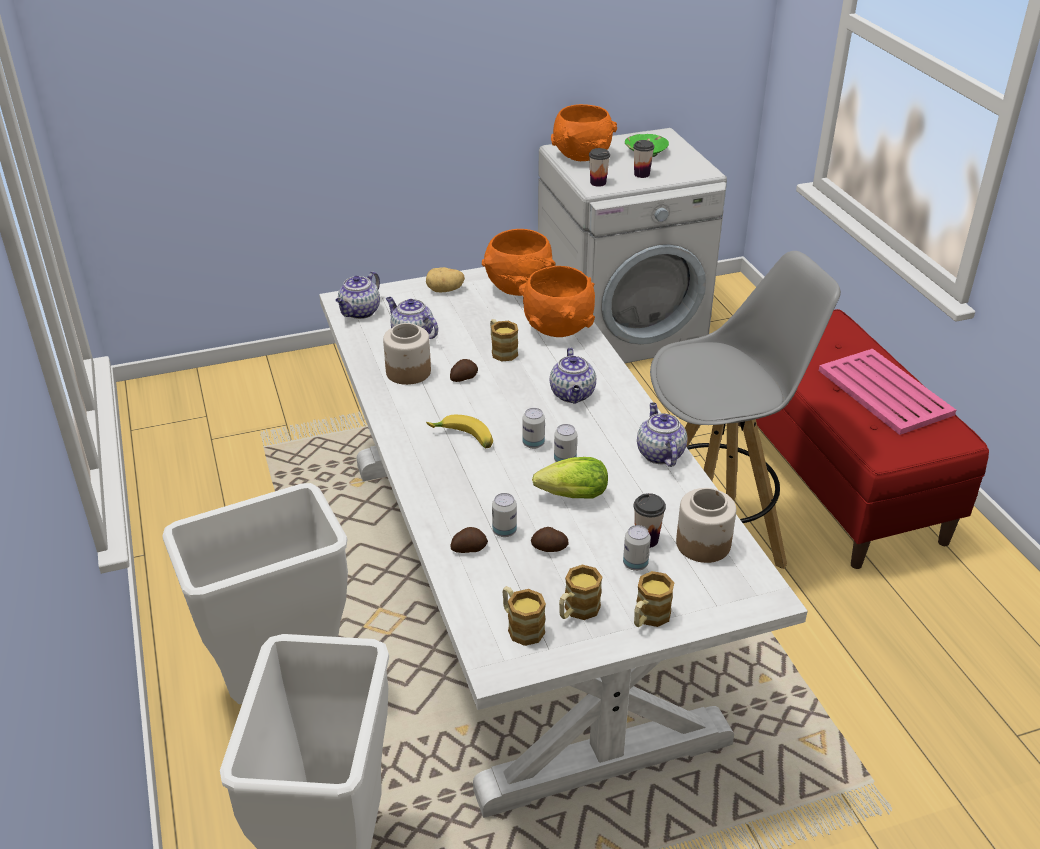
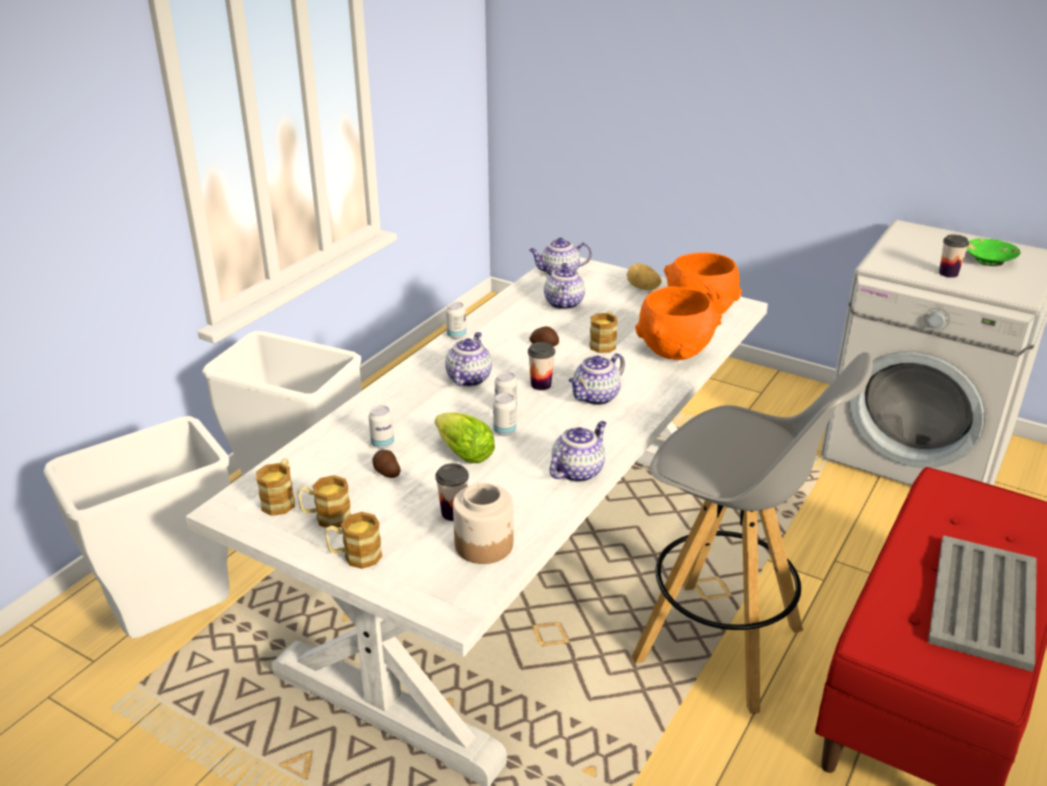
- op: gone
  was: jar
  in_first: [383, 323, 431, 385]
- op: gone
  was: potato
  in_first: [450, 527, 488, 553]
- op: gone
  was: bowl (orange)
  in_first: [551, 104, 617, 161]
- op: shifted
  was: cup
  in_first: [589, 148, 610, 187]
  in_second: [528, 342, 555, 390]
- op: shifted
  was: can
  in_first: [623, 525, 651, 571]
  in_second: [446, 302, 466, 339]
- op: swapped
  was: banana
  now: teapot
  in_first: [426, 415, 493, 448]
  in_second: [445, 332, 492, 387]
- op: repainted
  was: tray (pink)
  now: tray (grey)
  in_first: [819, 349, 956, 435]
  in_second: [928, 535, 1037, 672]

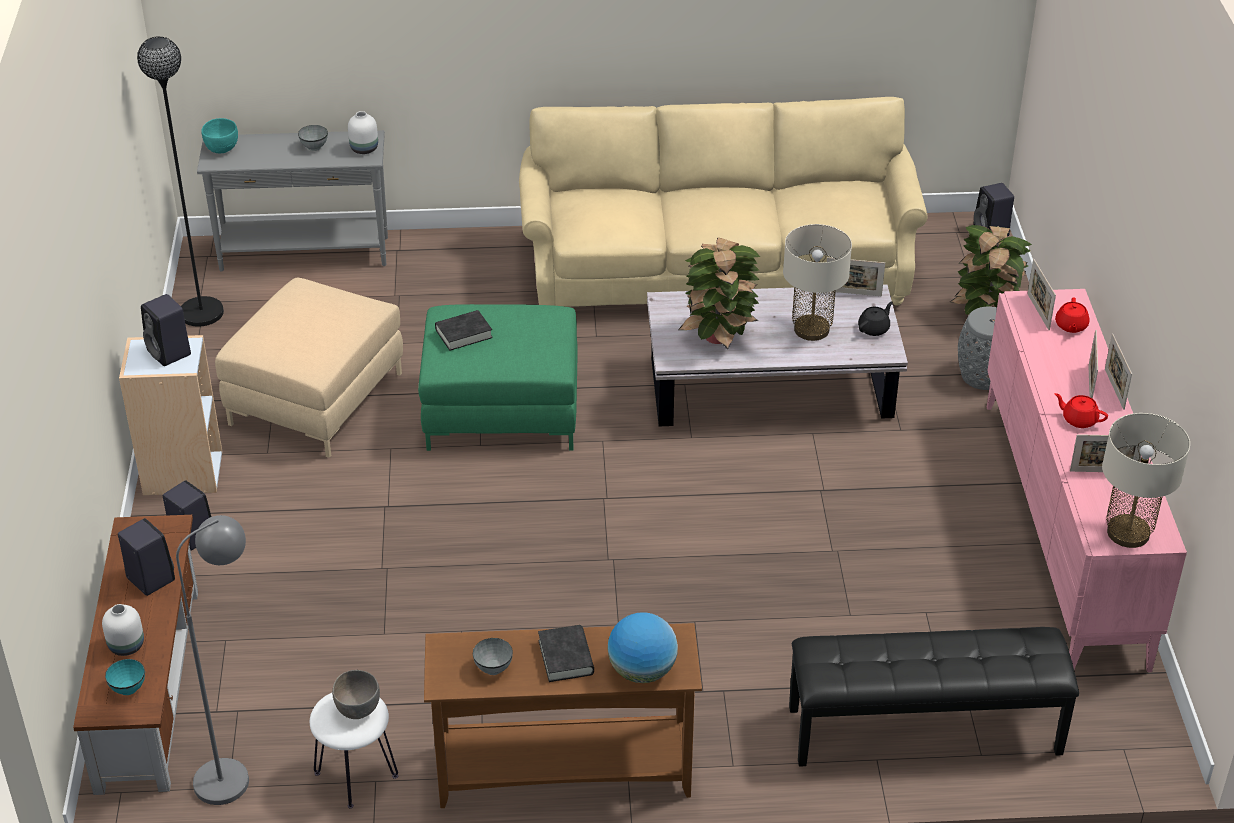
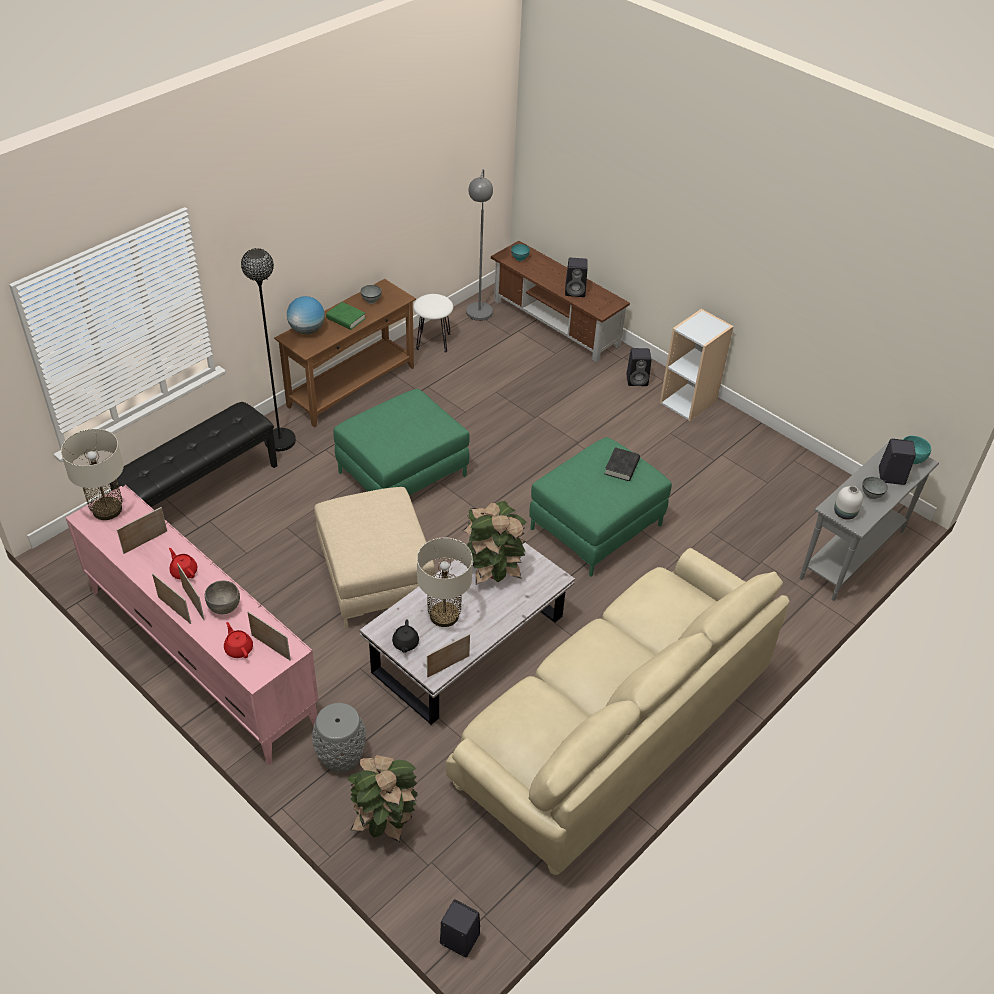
- op: gone
  was: vase (white)
  in_first: [102, 604, 144, 656]
- op: new
  now: ottoman (green)
  in_second: [333, 389, 470, 495]
- op: shifted
  was: floor lamp (black)
  in_first: [137, 36, 224, 327]
  in_second: [241, 248, 296, 451]
- op: shifted
  was: speaker (black)
  in_first: [141, 294, 191, 366]
  in_second: [879, 439, 916, 485]
- op: shifted
  was: ottoman (beige)
  in_first: [215, 278, 403, 458]
  in_second: [314, 487, 435, 629]
- op: shifted
  was: bowl (grey)
  in_first: [332, 670, 380, 719]
  in_second: [205, 580, 240, 614]
- op: repainted
  was: book (black)
  now: book (green)
  in_first: [538, 625, 594, 682]
  in_second: [326, 302, 366, 330]
- op: rotated
  was: teapot (red)
  in_first: [1054, 393, 1108, 428]
  in_second: [169, 548, 197, 580]
  clockwise: -120

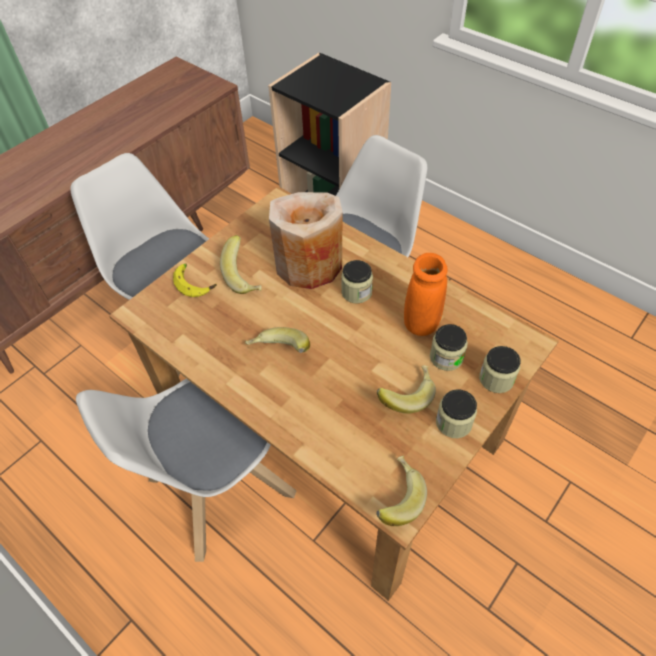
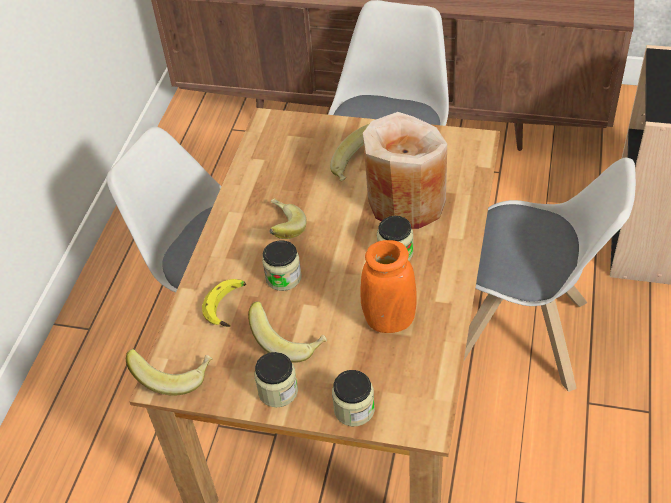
- op: shifted
  was: banana
  in_first: [173, 264, 217, 297]
  in_second: [202, 279, 246, 327]
- op: shifted
  was: jar
  in_first: [430, 324, 468, 371]
  in_second: [262, 241, 302, 291]

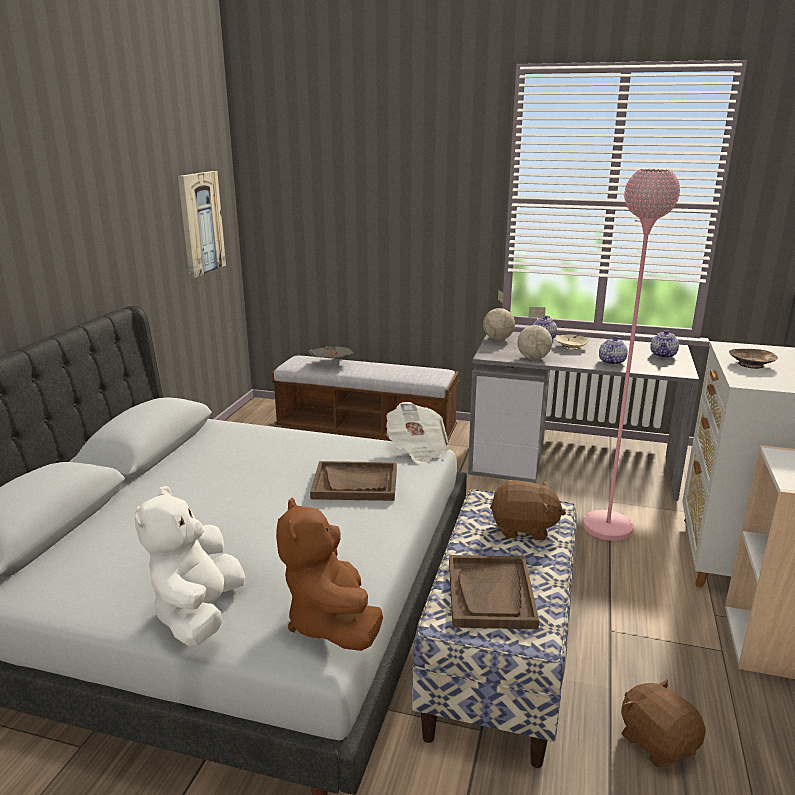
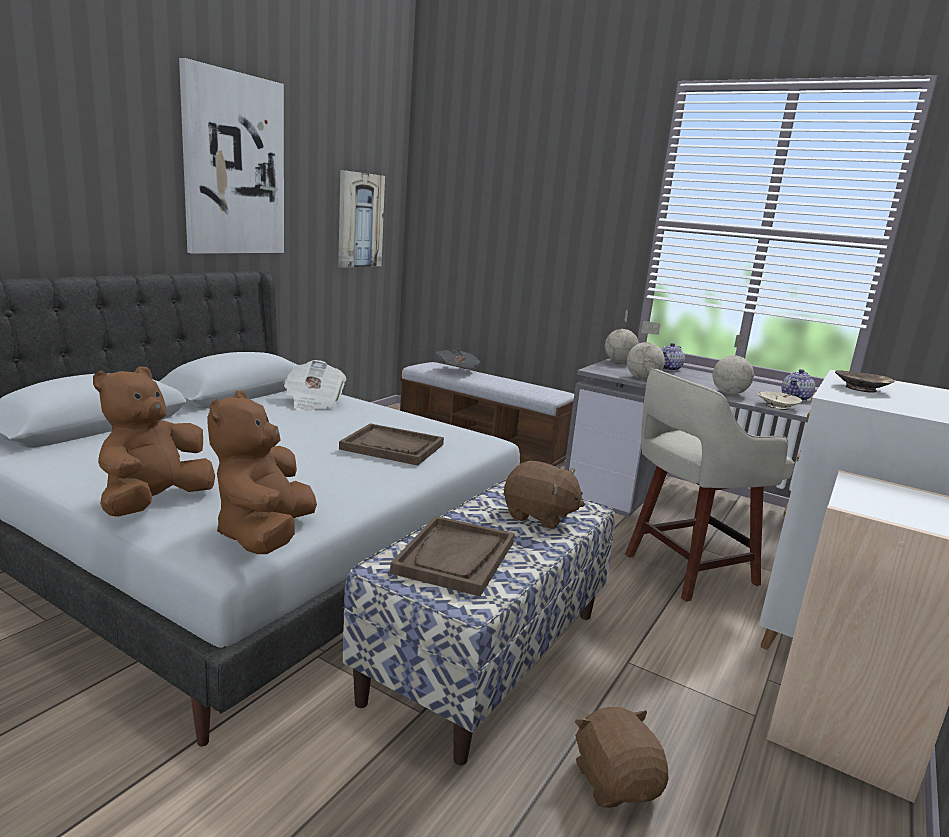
- op: new
  now: picture
  in_second: [179, 58, 284, 254]
- op: shifted
  was: newspaper
  in_first: [386, 402, 449, 464]
  in_second: [283, 360, 347, 411]
- op: shifted
  was: bowl (beige)
  in_first: [555, 334, 589, 350]
  in_second: [758, 391, 802, 410]
- op: swapped
  was: floor lamp (pink)
  now: stool (beige)
  in_first: [583, 169, 680, 541]
  in_second: [625, 369, 795, 601]
- op: swapped
  was: teapot
  now: globe
  in_first: [599, 336, 628, 365]
  in_second: [713, 334, 754, 394]
- op: repainted
  was: plush toy (white)
  now: plush toy (brown)
  in_first: [135, 486, 245, 646]
  in_second: [93, 366, 215, 517]

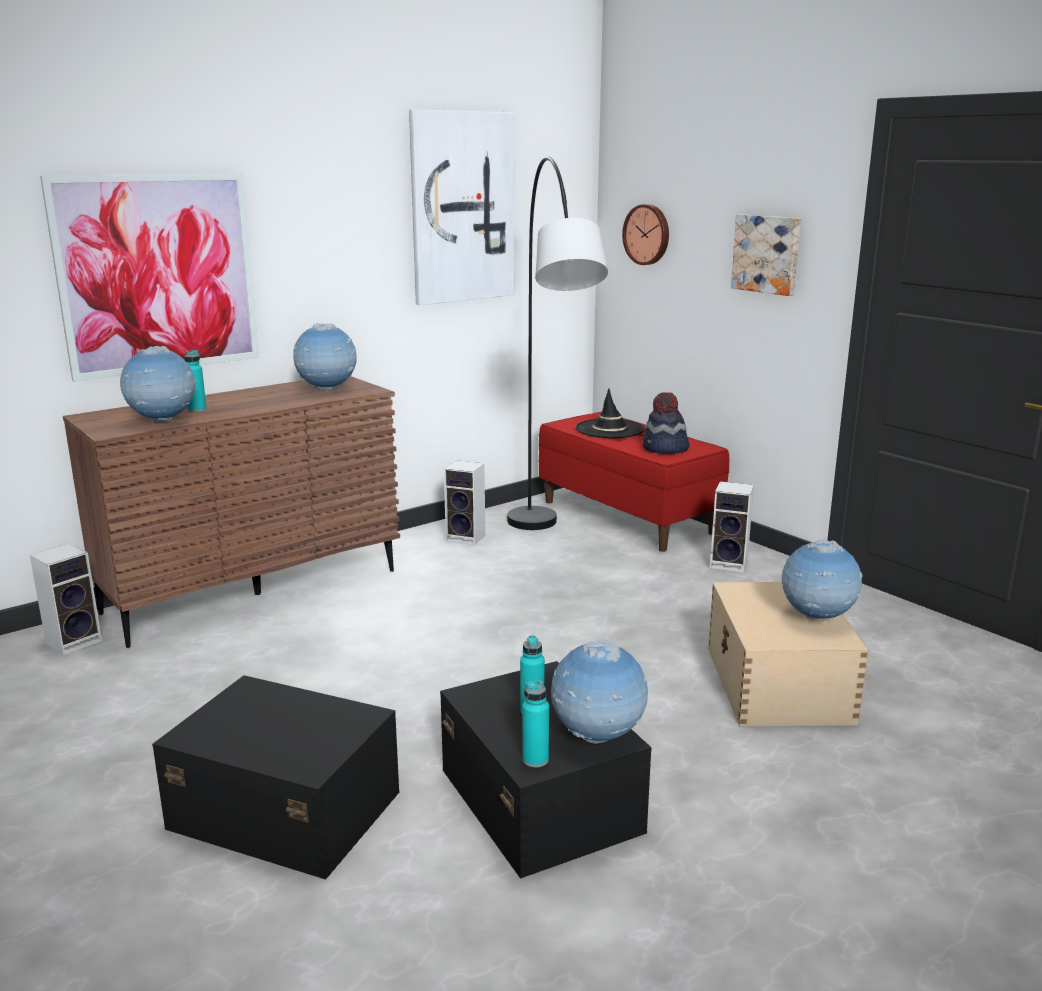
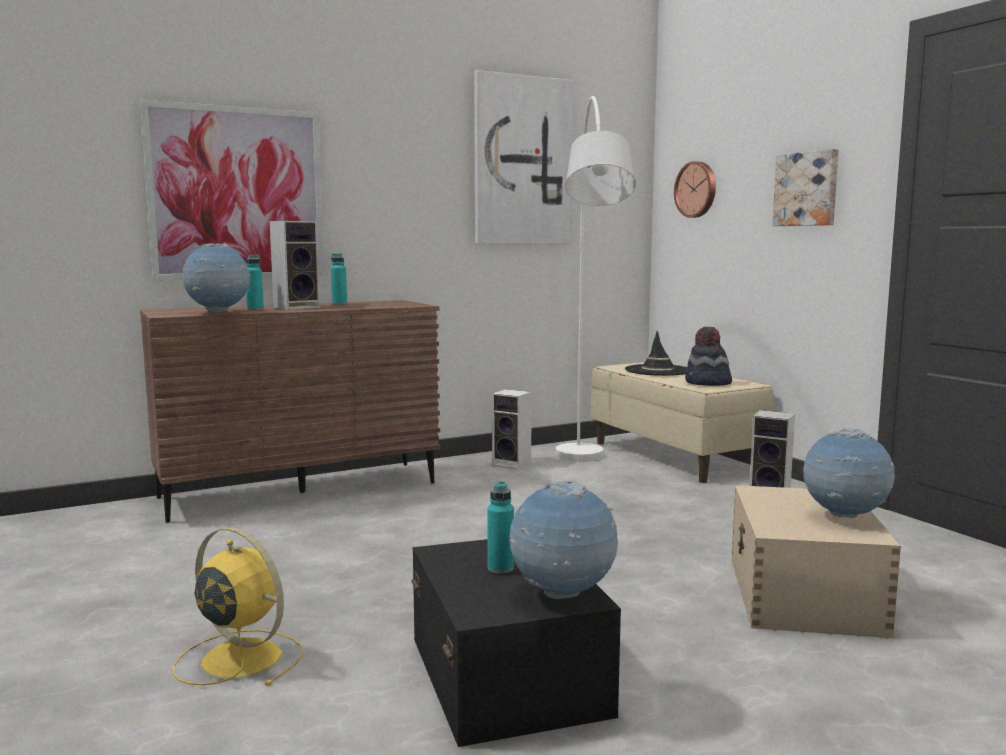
- op: gone
  was: globe
  in_first: [293, 323, 357, 391]
- op: shifted
  was: speaker
  in_first: [30, 543, 102, 655]
  in_second: [270, 220, 320, 310]
- op: shifted
  was: bottle (turquoise)
  in_first: [523, 680, 549, 767]
  in_second: [331, 253, 347, 305]
- op: swapped
  was: storage box (black)
  now: fan (yellow)
  in_first: [152, 675, 399, 880]
  in_second: [173, 527, 303, 686]
- op: repainted
  was: floor lamp (black)
  now: floor lamp (white)
  in_first: [507, 156, 608, 530]
  in_second: [556, 96, 636, 462]
- op: repainted
  was: bench (red)
  now: bench (beige)
  in_first: [538, 412, 729, 552]
  in_second: [591, 362, 774, 483]

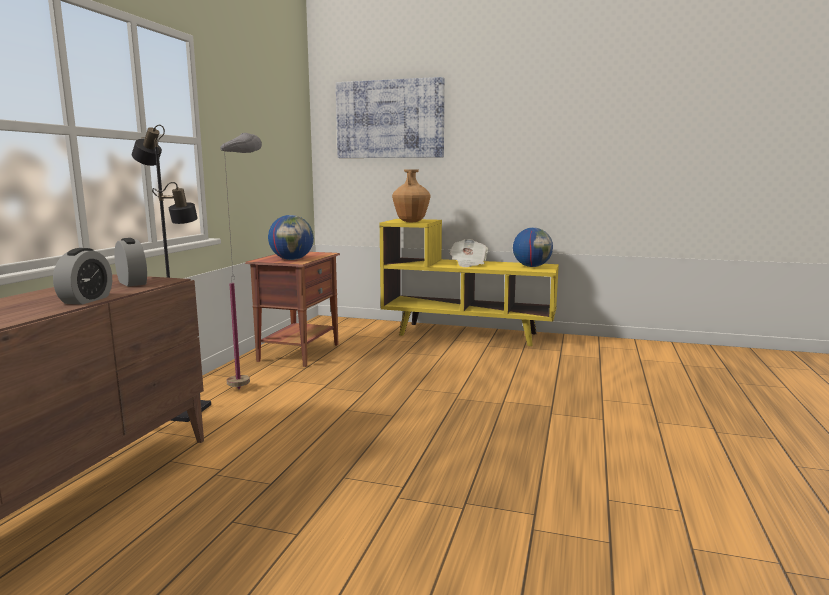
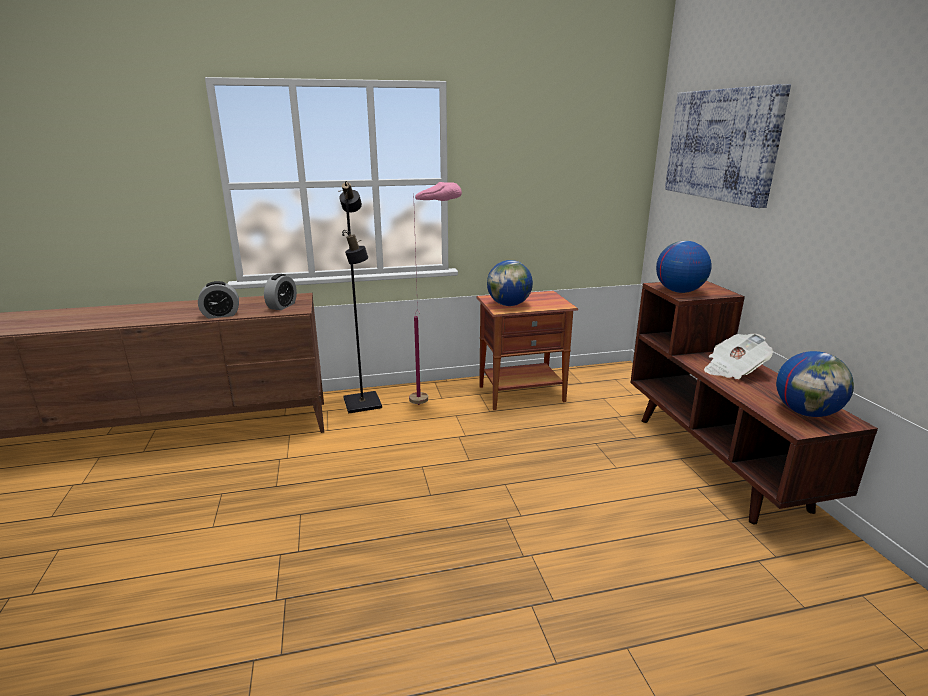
- op: swapped
  was: vase (brown)
  now: globe
  in_first: [392, 169, 430, 222]
  in_second: [656, 241, 712, 293]
- op: repainted
  was: floor lamp (grey)
  now: floor lamp (pink)
  in_first: [220, 133, 262, 389]
  in_second: [409, 182, 462, 405]
- op: repainted
  was: tv stand (yellow)
  now: tv stand (brown)
  in_first: [380, 219, 559, 346]
  in_second: [631, 281, 878, 524]

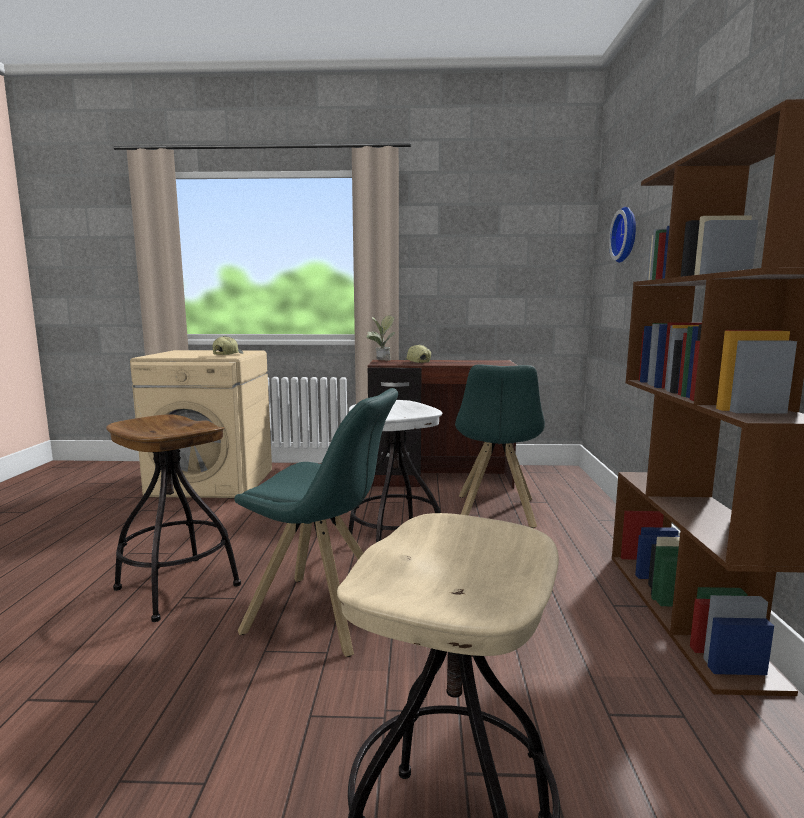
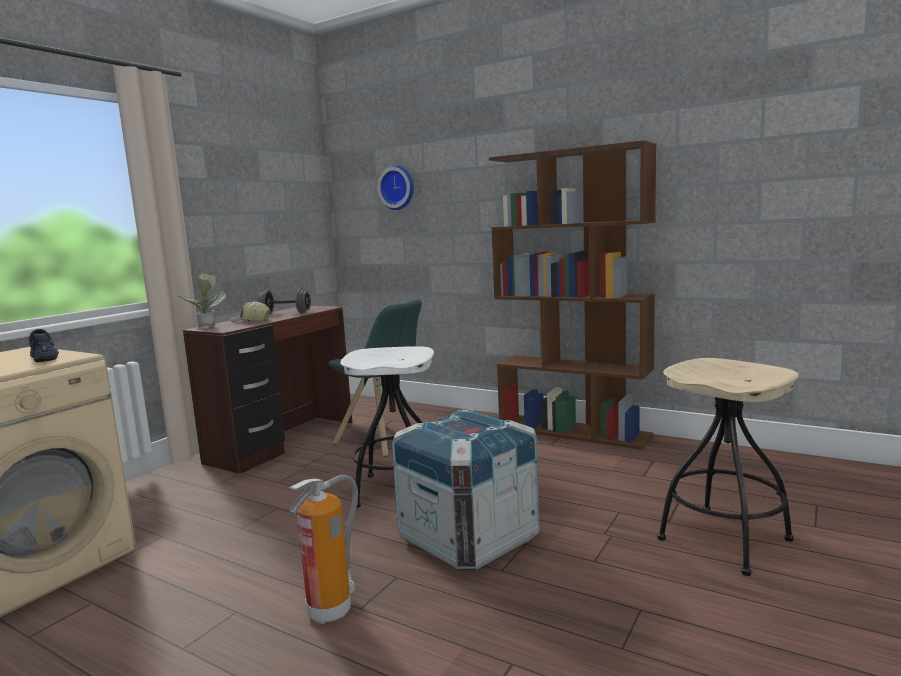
- op: new
  now: dumbbell (grey)
  in_second: [258, 289, 311, 314]
- op: swapped
  was: stool (brown)
  now: fire extinguisher
  in_first: [106, 414, 241, 622]
  in_second: [289, 475, 358, 624]
- op: swapped
  was: cap
  now: shoe
  in_first: [213, 336, 243, 355]
  in_second: [29, 329, 59, 362]
- op: swapped
  was: chair (turquoise)
  now: crate
  in_first: [234, 388, 398, 657]
  in_second: [392, 410, 540, 571]

